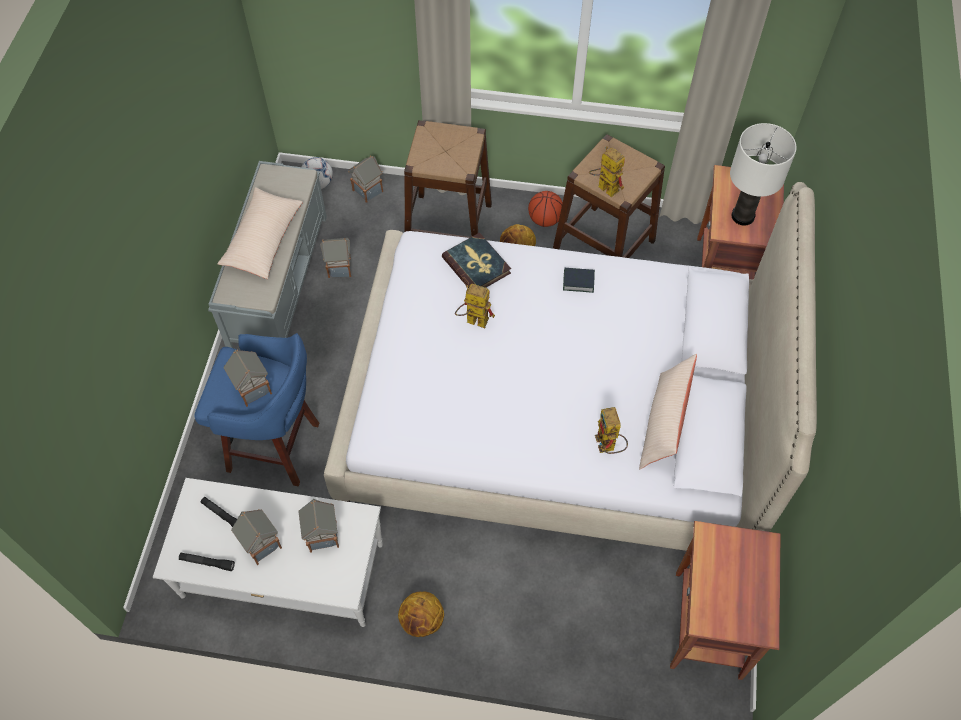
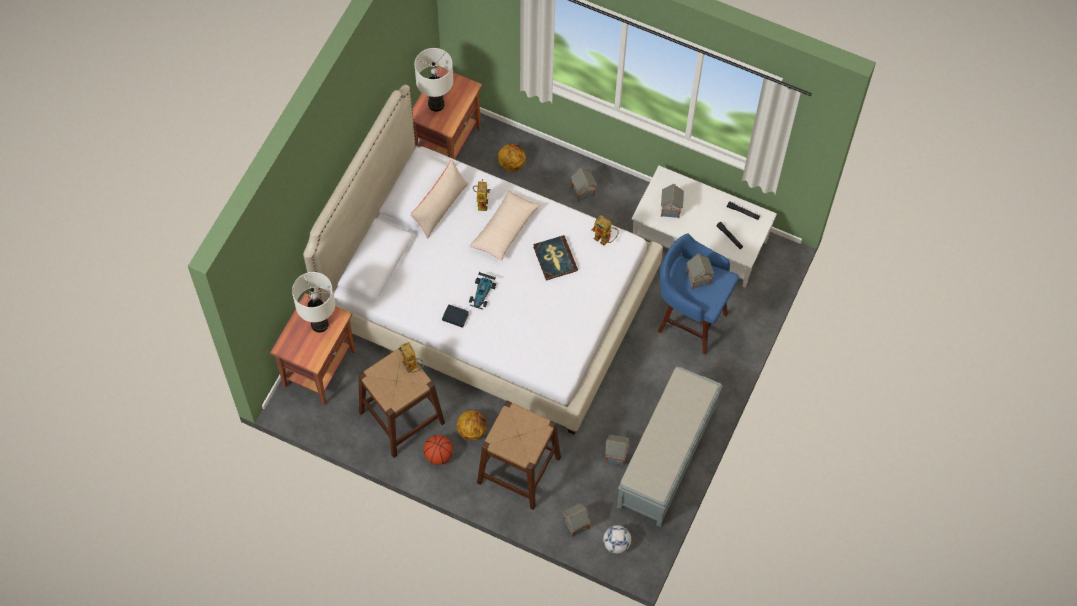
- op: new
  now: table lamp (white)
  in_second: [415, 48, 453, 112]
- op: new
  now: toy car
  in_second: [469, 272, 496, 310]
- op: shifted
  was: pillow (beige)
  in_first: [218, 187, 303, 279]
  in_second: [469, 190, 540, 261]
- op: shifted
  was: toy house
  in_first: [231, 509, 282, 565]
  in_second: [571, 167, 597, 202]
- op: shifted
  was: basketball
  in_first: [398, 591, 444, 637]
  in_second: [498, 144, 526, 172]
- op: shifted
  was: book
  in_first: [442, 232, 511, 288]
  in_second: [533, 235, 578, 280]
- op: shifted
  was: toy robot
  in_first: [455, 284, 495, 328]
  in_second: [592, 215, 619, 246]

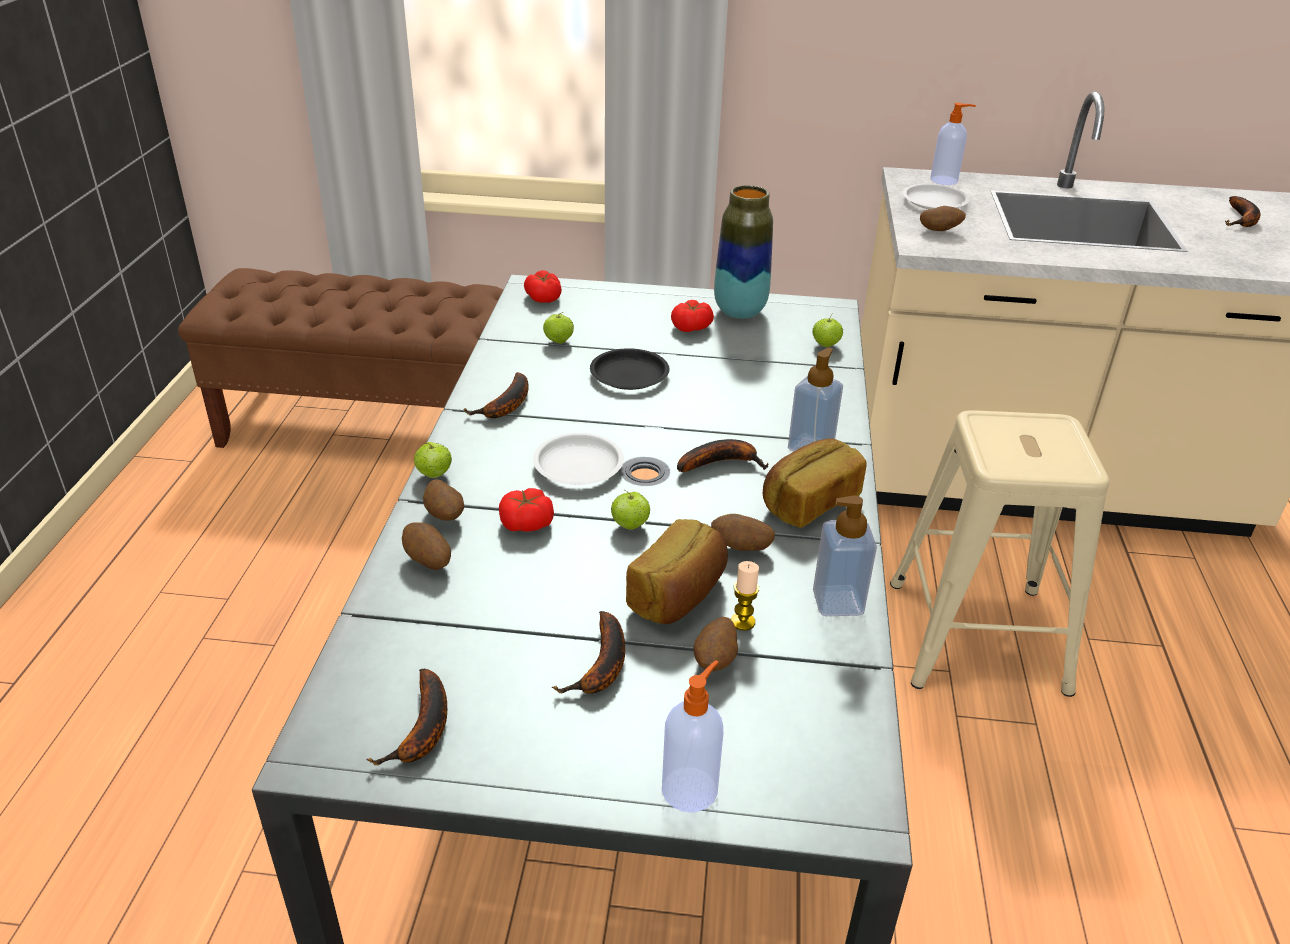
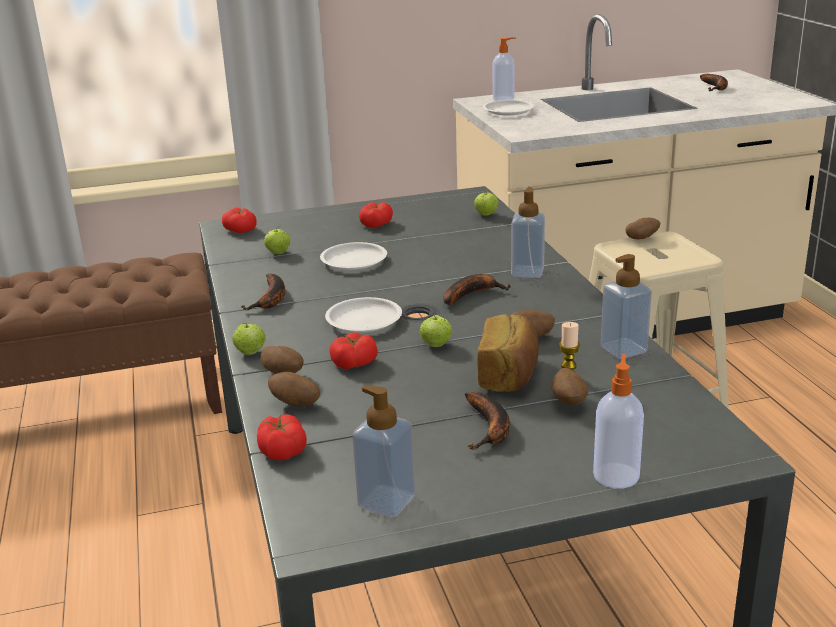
- op: gone
  was: vase
  in_first: [714, 185, 773, 319]
- op: gone
  was: bread
  in_first: [763, 438, 867, 528]
- op: new
  now: tomato
  in_second: [257, 414, 307, 460]
- op: shifted
  was: potato
  in_first: [920, 206, 966, 231]
  in_second: [626, 218, 660, 239]
- op: swapped
  was: banana
  now: soap dispenser
  in_first: [367, 669, 447, 765]
  in_second: [352, 385, 415, 518]
- op: repainted
  was: plate (black)
  now: plate (white)
  in_first: [590, 348, 669, 390]
  in_second: [320, 242, 387, 270]

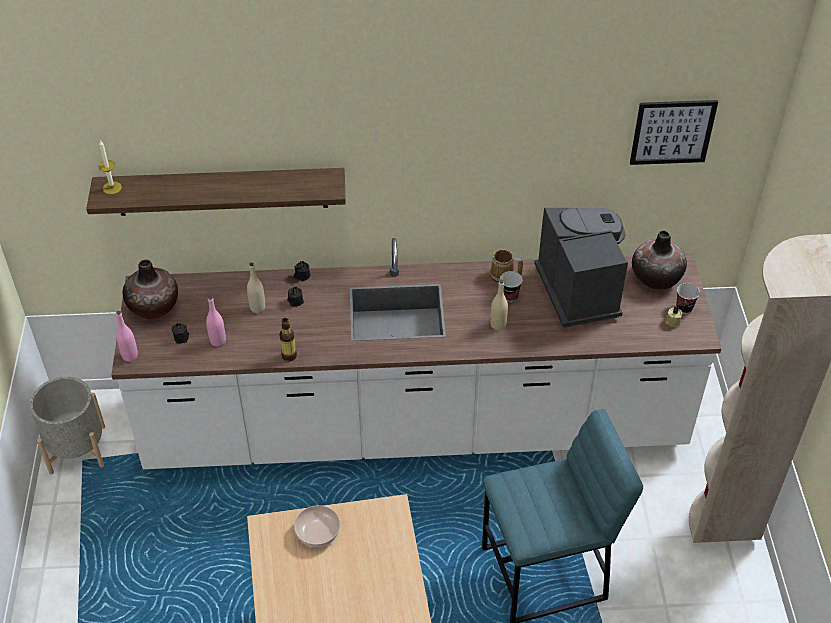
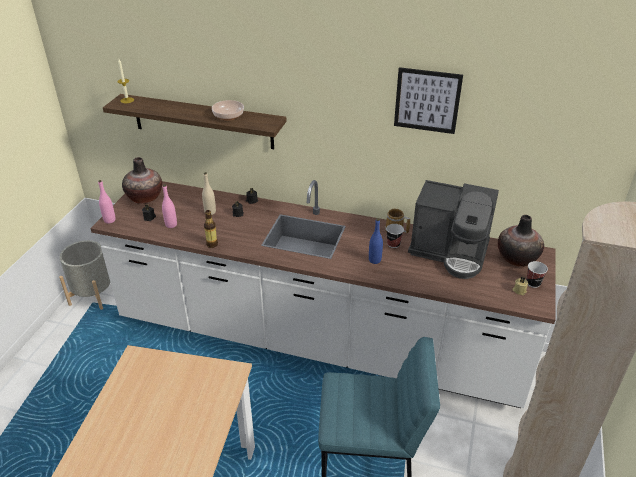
- op: shifted
  was: bowl
  in_first: [294, 505, 340, 547]
  in_second: [212, 100, 244, 120]
- op: shifted
  was: picture
  in_first: [630, 100, 718, 165]
  in_second: [394, 67, 463, 134]
- op: repainted
  was: bottle (beige)
  now: bottle (blue)
  in_first: [490, 280, 508, 330]
  in_second: [369, 218, 383, 264]
- op: rotated
  was: coffee machine
  in_first: [534, 208, 628, 328]
  in_second: [408, 180, 499, 279]
  clockwise: 105

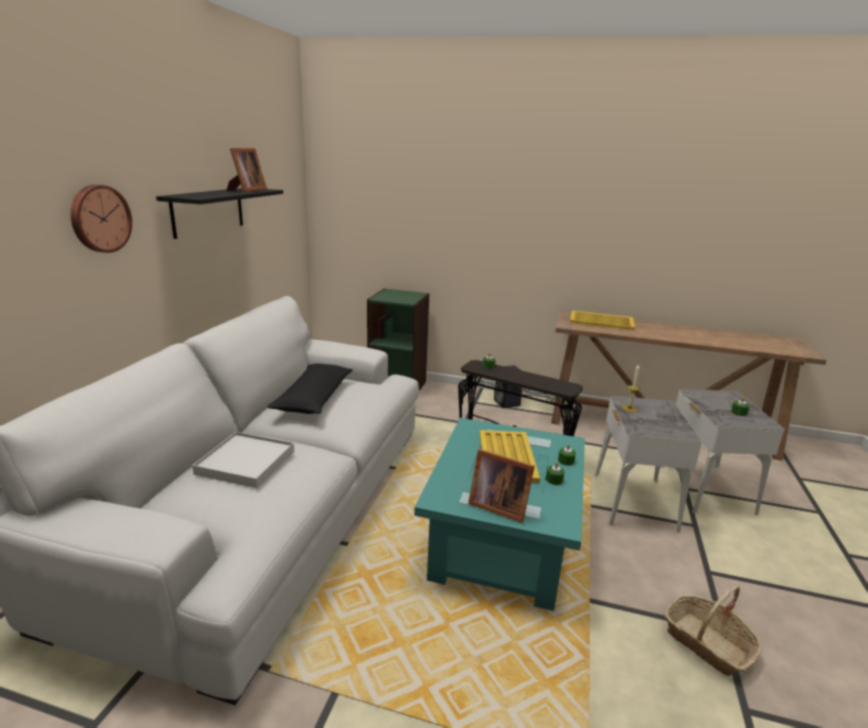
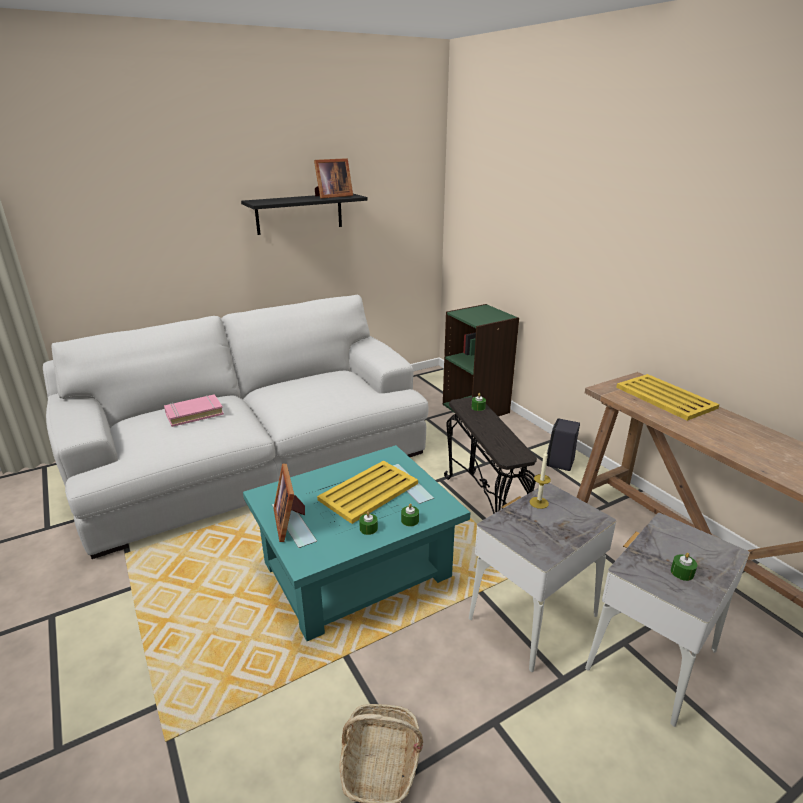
- op: gone
  was: wall clock
  in_first: [71, 185, 132, 253]
- op: gone
  was: pillow (black)
  in_first: [267, 364, 353, 414]
- op: swapped
  was: tray (white)
  now: book (pink)
  in_first: [192, 432, 294, 488]
  in_second: [164, 394, 224, 427]

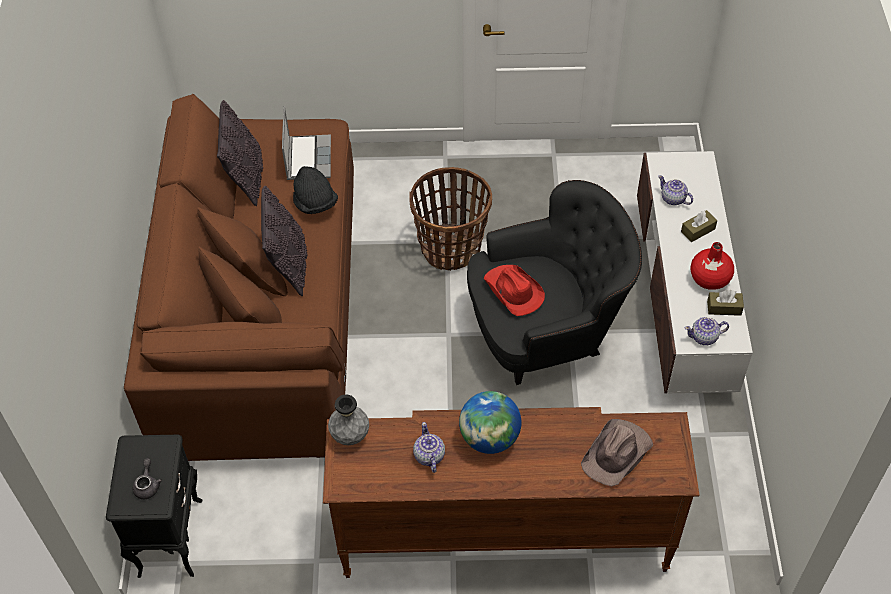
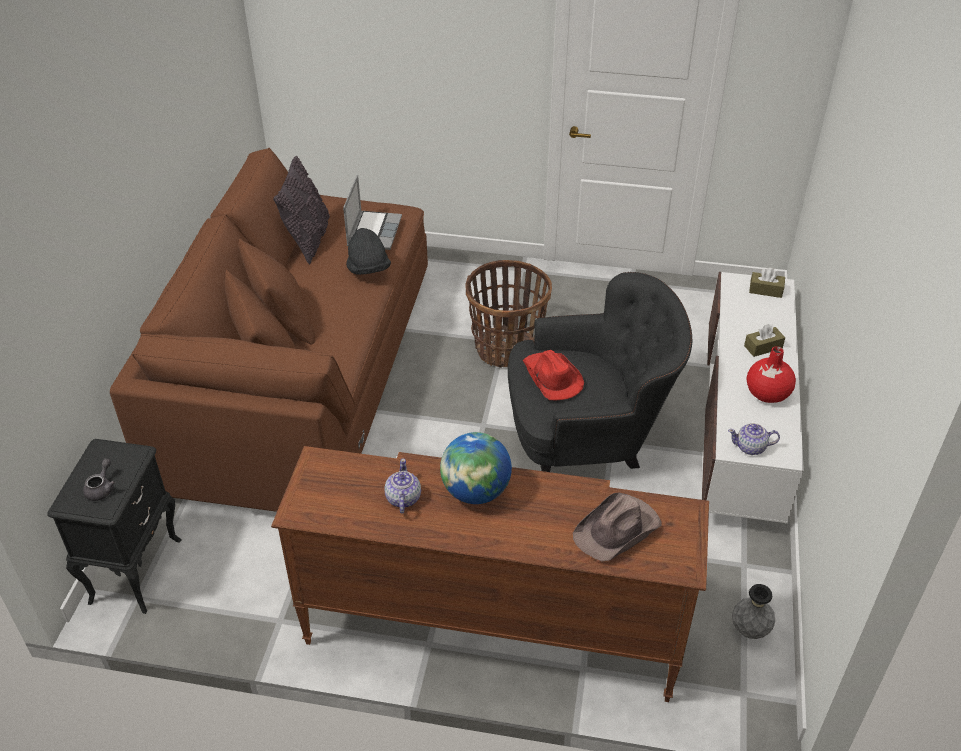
- op: gone
  was: pillow (black)
  in_first: [261, 186, 308, 296]
- op: gone
  was: teapot
  in_first: [658, 175, 693, 205]
- op: shifted
  was: vase (grey)
  in_first: [328, 394, 369, 445]
  in_second: [732, 584, 775, 639]
- op: shifted
  was: tissue box (brown)
  in_first: [707, 290, 744, 316]
  in_second: [749, 268, 785, 298]

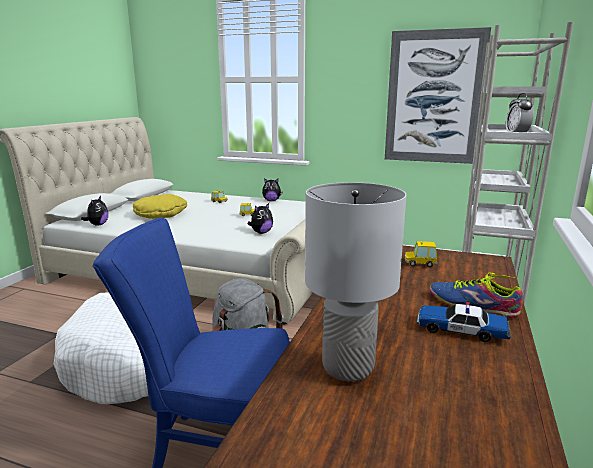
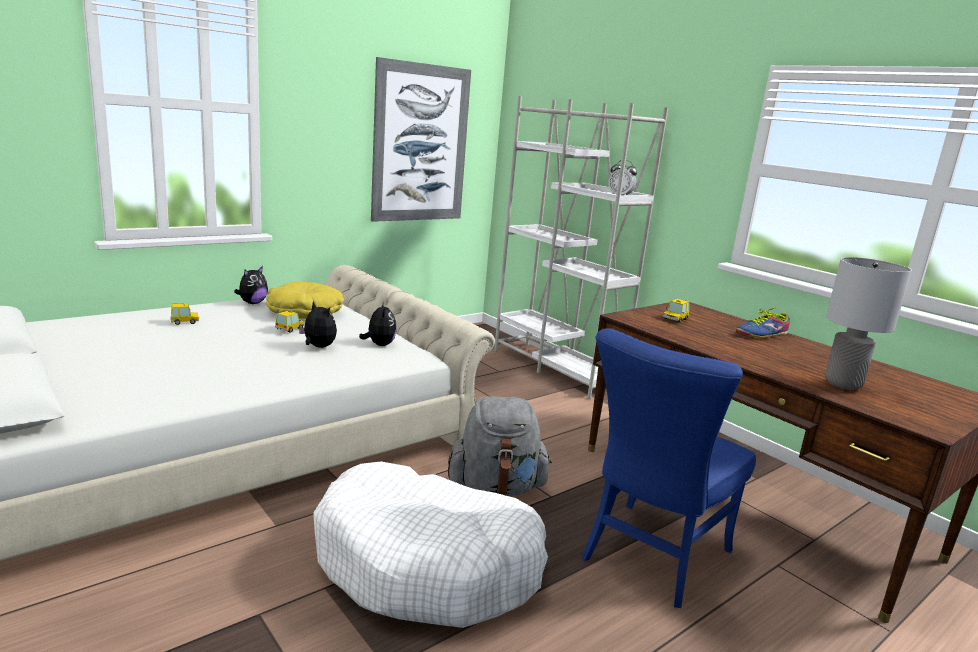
- op: gone
  was: toy car
  in_first: [417, 302, 511, 342]
- op: shifted
  was: plush toy
  in_first: [81, 196, 108, 226]
  in_second: [299, 301, 337, 348]
- op: shifted
  was: pillow (yellow)
  in_first: [133, 194, 187, 219]
  in_second: [266, 281, 344, 319]

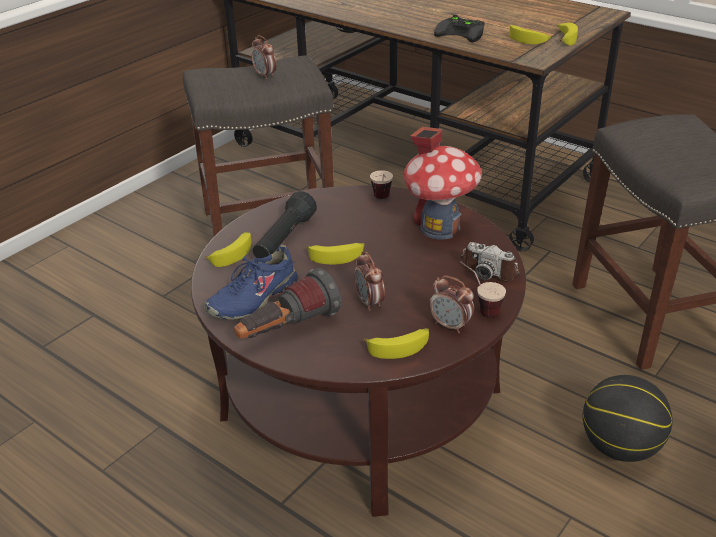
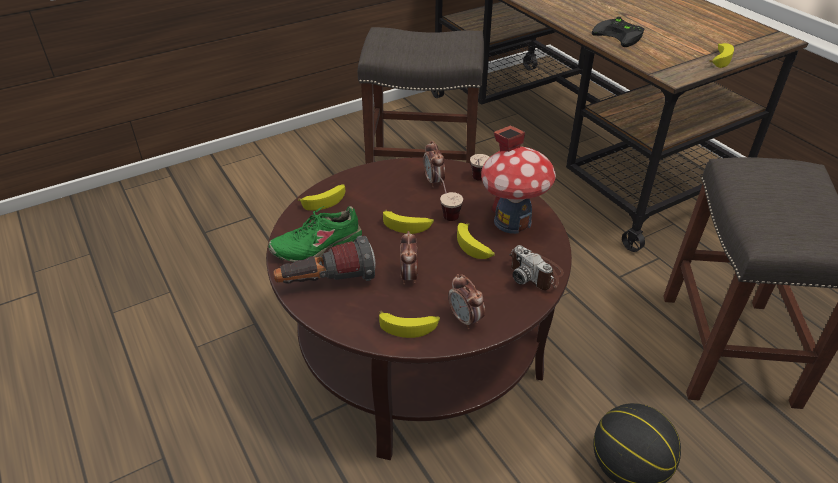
- op: gone
  was: flashlight (black)
  in_first: [253, 191, 317, 258]
- op: shifted
  was: alarm clock
  in_first: [251, 35, 277, 79]
  in_second: [423, 141, 445, 188]
- op: shifted
  was: cup
  in_first: [460, 262, 506, 318]
  in_second: [435, 171, 463, 221]
- op: shifted
  was: banana
  in_first: [509, 25, 551, 44]
  in_second: [457, 223, 495, 259]
- op: repainted
  was: shoe (blue)
  now: shoe (green)
  in_first: [204, 245, 298, 319]
  in_second: [268, 206, 362, 262]

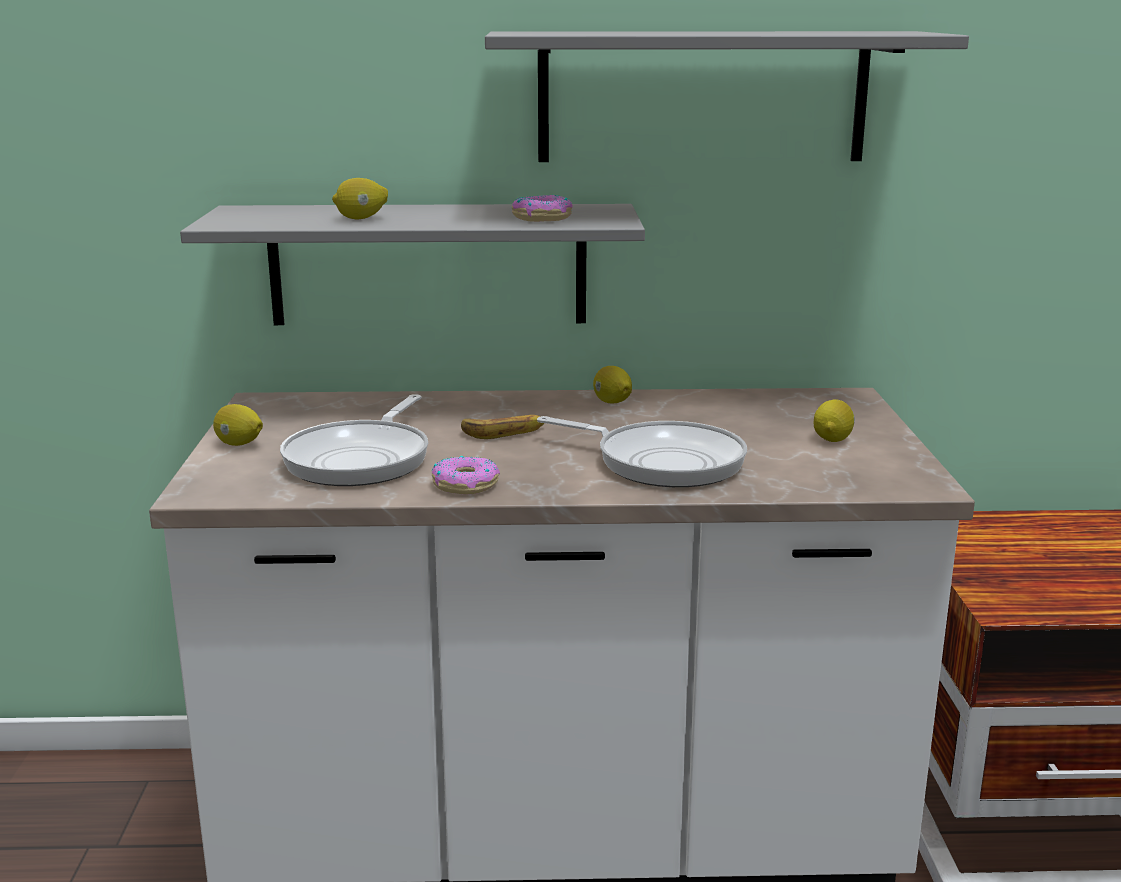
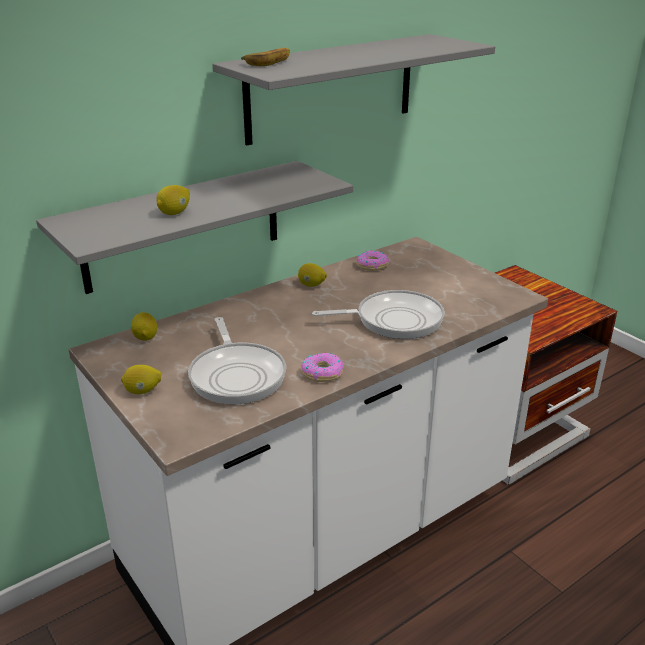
- op: shifted
  was: banana
  in_first: [461, 415, 545, 439]
  in_second: [241, 48, 290, 66]
- op: shifted
  was: donut
  in_first: [512, 195, 573, 222]
  in_second: [356, 250, 389, 271]
- op: shifted
  was: lemon
  in_first: [814, 400, 855, 442]
  in_second: [131, 312, 157, 341]

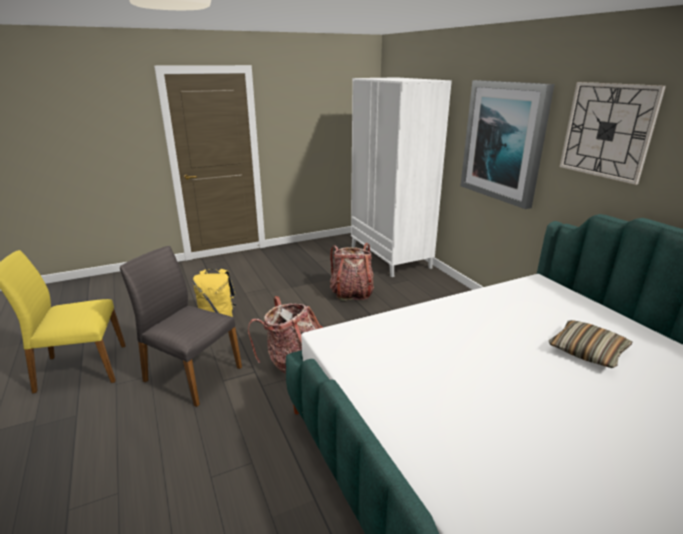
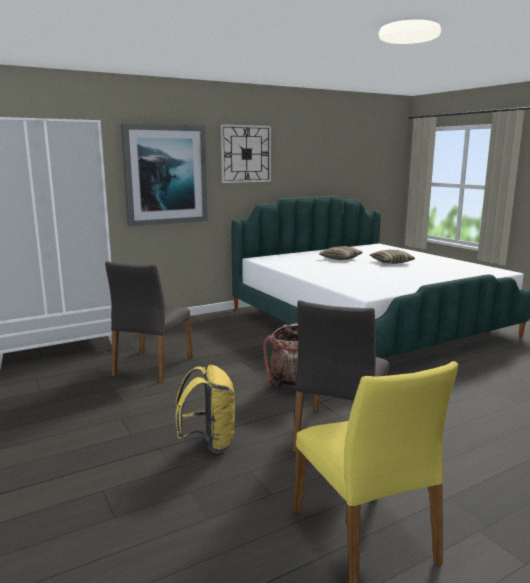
- op: new
  now: pillow
  in_second: [370, 250, 415, 264]
- op: swapped
  was: backpack
  now: chair (grey)
  in_first: [330, 243, 374, 301]
  in_second: [105, 261, 193, 382]

